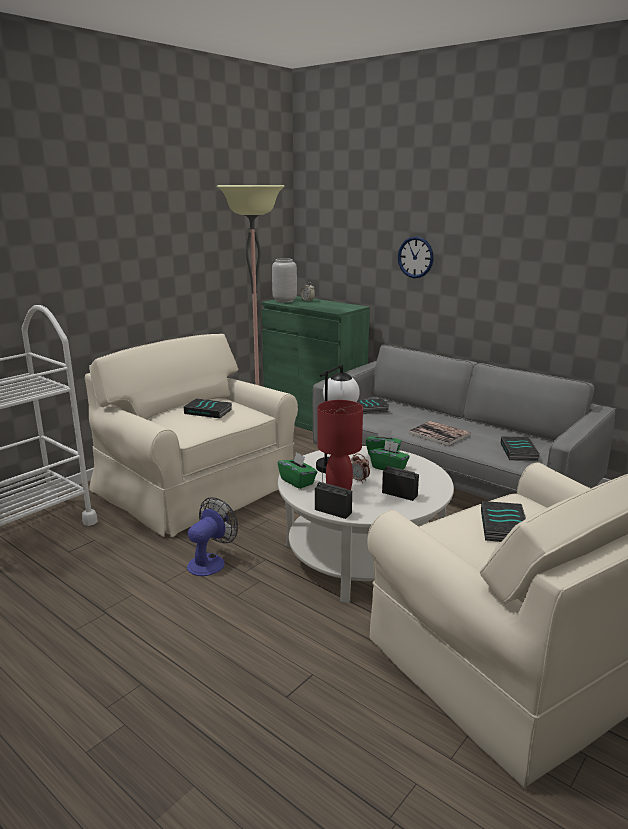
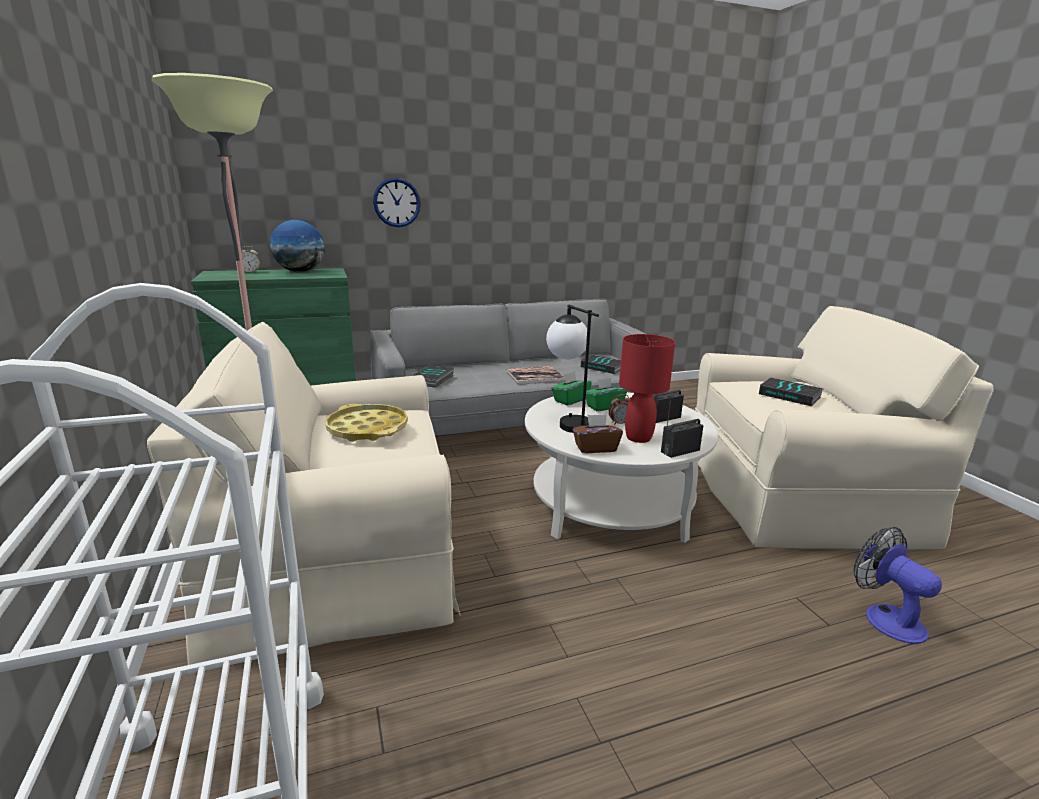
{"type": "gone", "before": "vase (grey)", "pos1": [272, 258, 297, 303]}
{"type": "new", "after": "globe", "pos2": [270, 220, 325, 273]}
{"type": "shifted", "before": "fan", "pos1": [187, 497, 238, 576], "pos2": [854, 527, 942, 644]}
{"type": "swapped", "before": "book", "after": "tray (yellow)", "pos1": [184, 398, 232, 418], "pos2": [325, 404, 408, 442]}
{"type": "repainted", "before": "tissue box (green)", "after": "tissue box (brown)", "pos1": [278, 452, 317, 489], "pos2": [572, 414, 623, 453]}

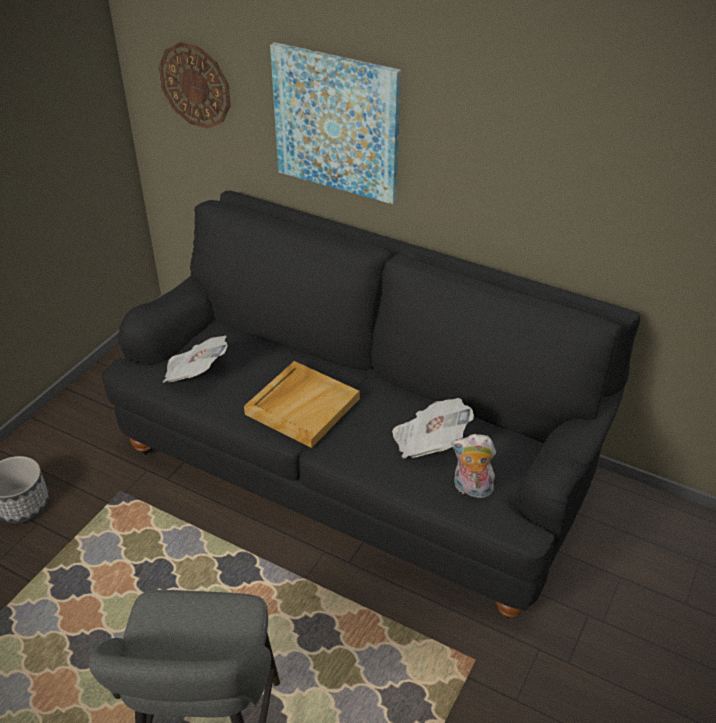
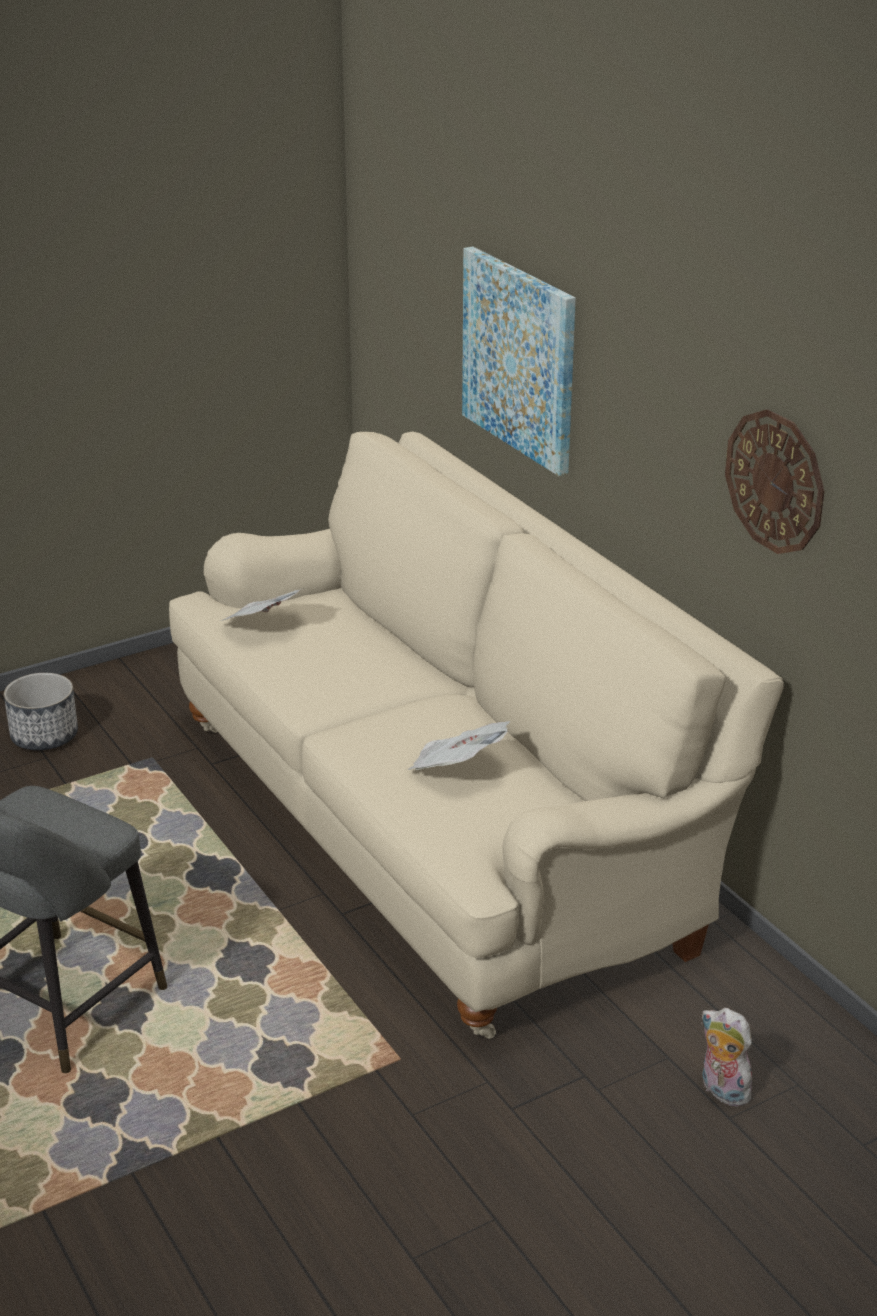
{"type": "gone", "before": "tray (beige)", "pos1": [244, 361, 360, 448]}
{"type": "shifted", "before": "wall clock", "pos1": [159, 42, 231, 129], "pos2": [725, 409, 824, 554]}
{"type": "shifted", "before": "plush toy", "pos1": [451, 434, 496, 498], "pos2": [701, 1008, 752, 1107]}
{"type": "repainted", "before": "sofa (black)", "after": "sofa (beige)", "pos1": [102, 190, 640, 618], "pos2": [169, 431, 784, 1039]}

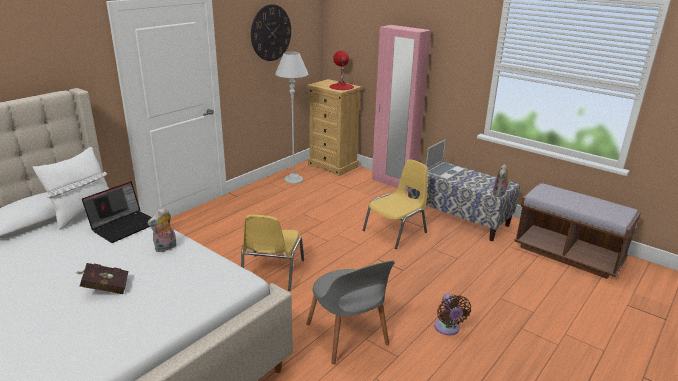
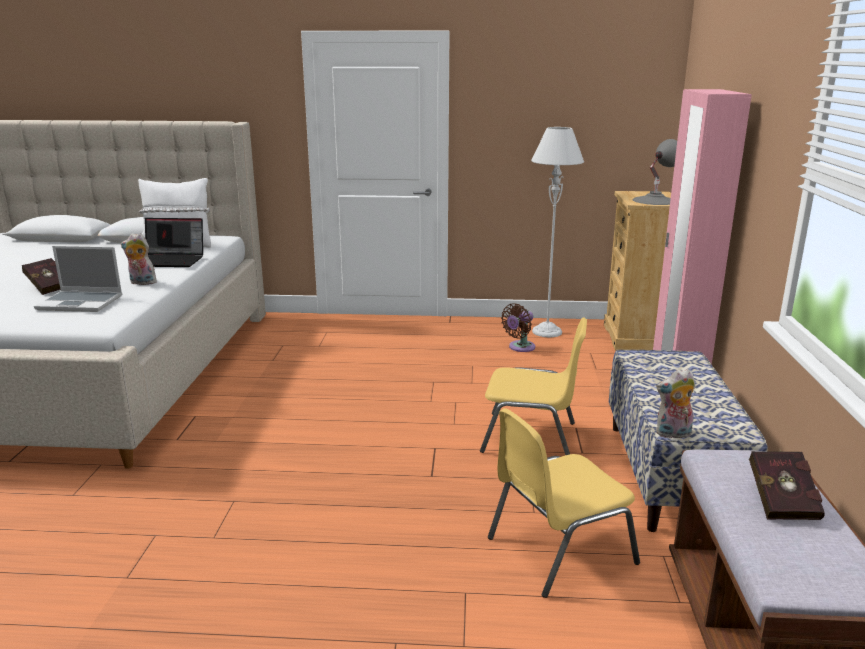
{"type": "gone", "before": "wall clock", "pos1": [251, 4, 291, 61]}
{"type": "gone", "before": "chair (grey)", "pos1": [307, 261, 395, 364]}
{"type": "new", "after": "book (red)", "pos2": [749, 450, 825, 520]}
{"type": "shifted", "before": "chair (yellow)", "pos1": [241, 215, 304, 291], "pos2": [488, 408, 640, 598]}
{"type": "shifted", "before": "laptop", "pos1": [426, 139, 465, 181], "pos2": [34, 246, 122, 312]}
{"type": "shifted", "before": "fan (brown)", "pos1": [434, 294, 471, 335], "pos2": [501, 303, 535, 352]}
{"type": "repainted", "before": "table lamp (red)", "after": "table lamp (grey)", "pos1": [329, 50, 354, 90], "pos2": [632, 139, 677, 205]}

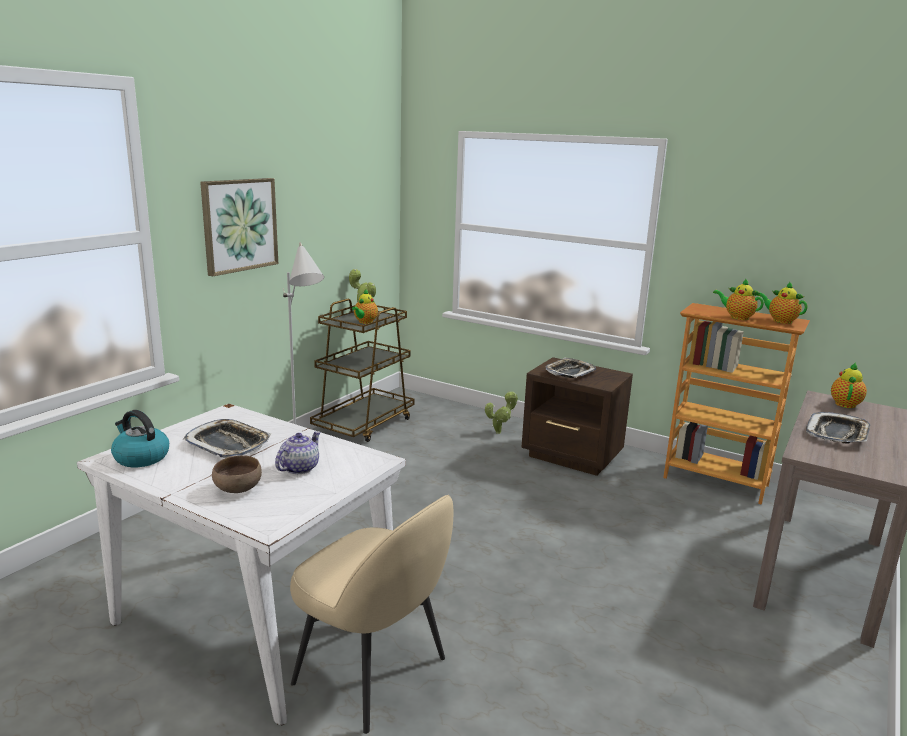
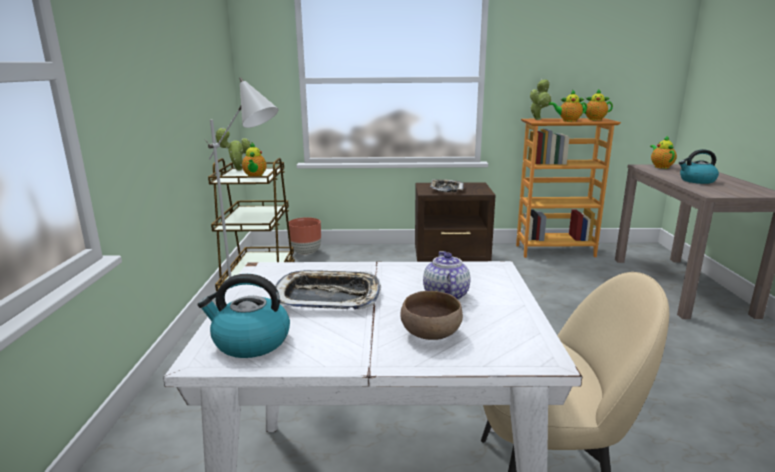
{"type": "gone", "before": "picture", "pos1": [200, 178, 278, 276]}
{"type": "new", "after": "planter (brown)", "pos2": [289, 217, 321, 255]}
{"type": "shifted", "before": "potted plant", "pos1": [485, 391, 518, 434], "pos2": [530, 79, 551, 120]}
{"type": "swapped", "before": "tray", "after": "kettle", "pos1": [806, 412, 870, 444], "pos2": [679, 149, 719, 184]}

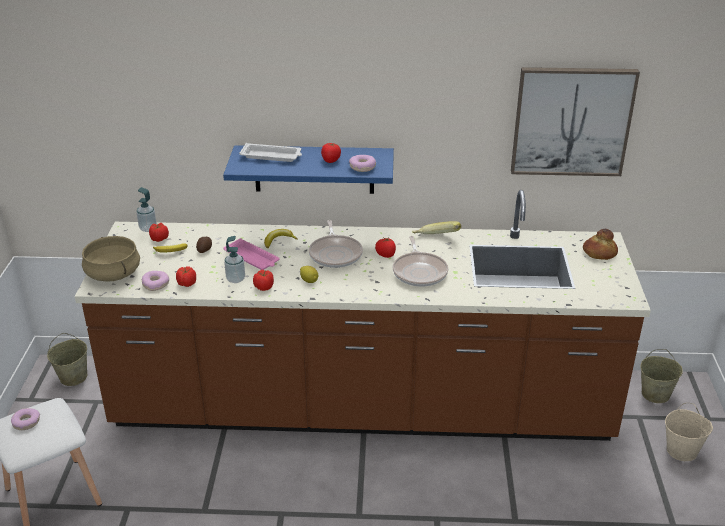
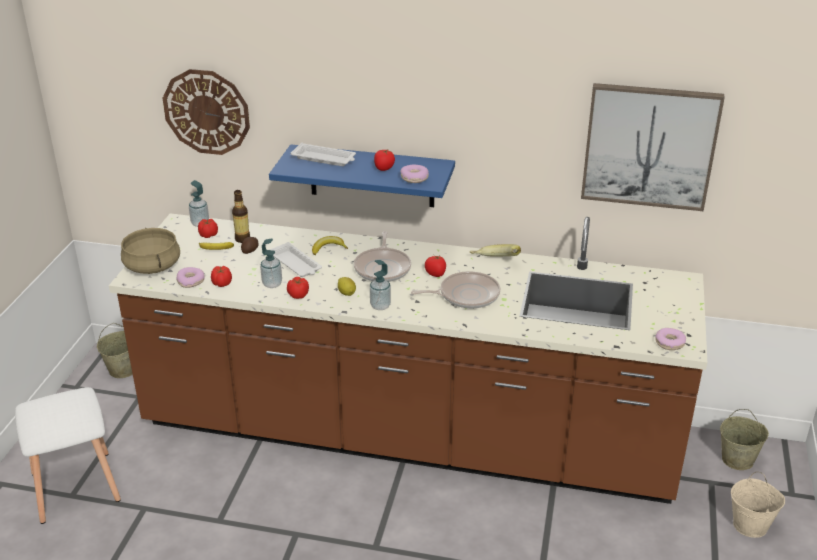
{"type": "gone", "before": "bread", "pos1": [583, 229, 618, 260]}
{"type": "new", "after": "wall clock", "pos2": [162, 69, 250, 155]}
{"type": "new", "after": "bottle", "pos2": [232, 190, 250, 243]}
{"type": "new", "after": "soap dispenser", "pos2": [370, 260, 391, 310]}
{"type": "shifted", "before": "donut", "pos1": [11, 408, 40, 430], "pos2": [655, 328, 686, 350]}
{"type": "repainted", "before": "tray (pink)", "after": "tray (white)", "pos1": [223, 238, 280, 270], "pos2": [270, 242, 322, 277]}
{"type": "rotated", "before": "frying pan", "pos1": [393, 236, 448, 287], "pos2": [411, 271, 500, 308], "turn": -105}

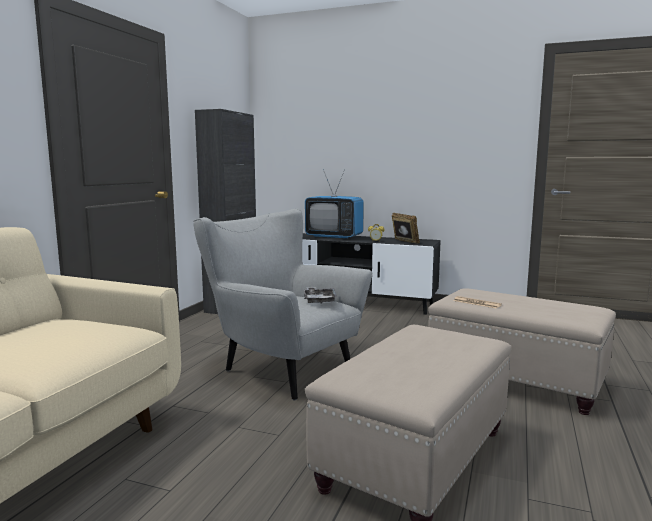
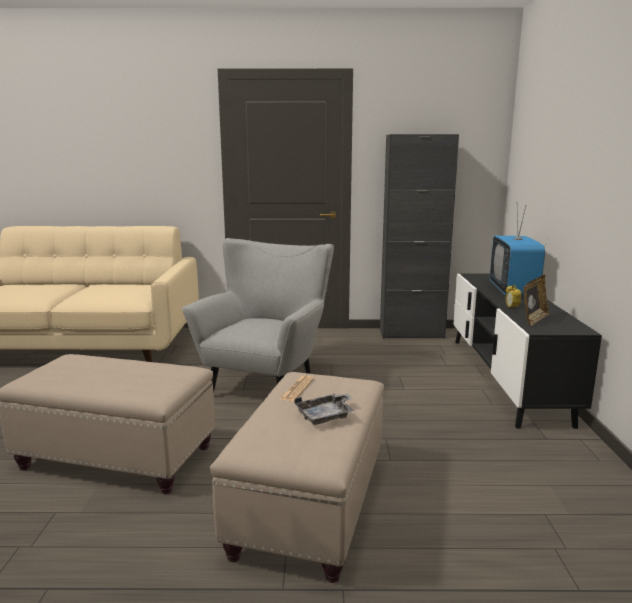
{"type": "shifted", "before": "tray (grey)", "pos1": [304, 287, 337, 304], "pos2": [295, 393, 354, 425]}

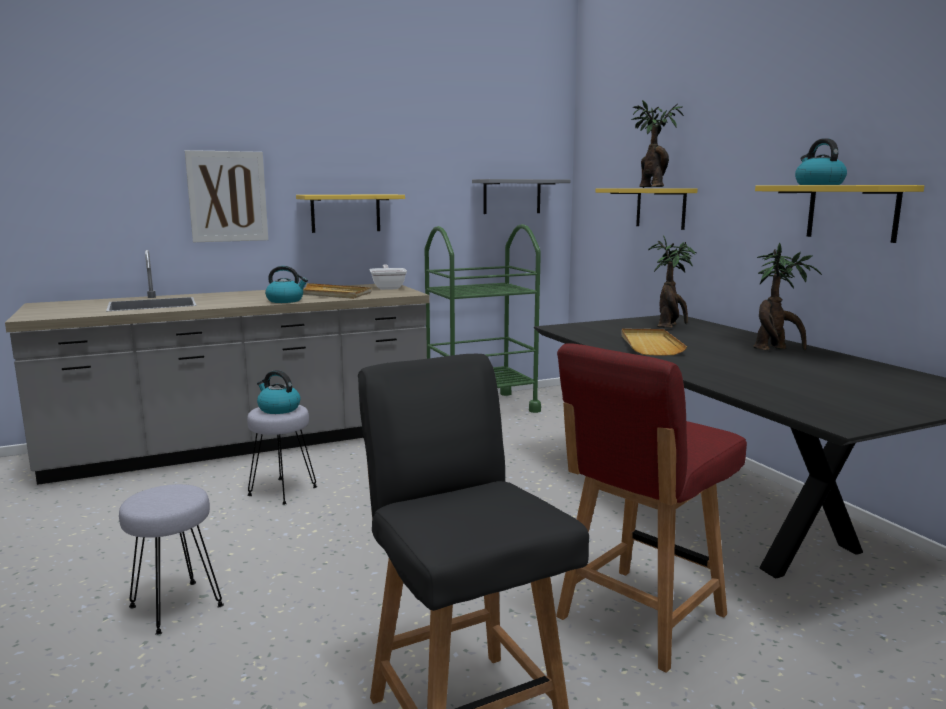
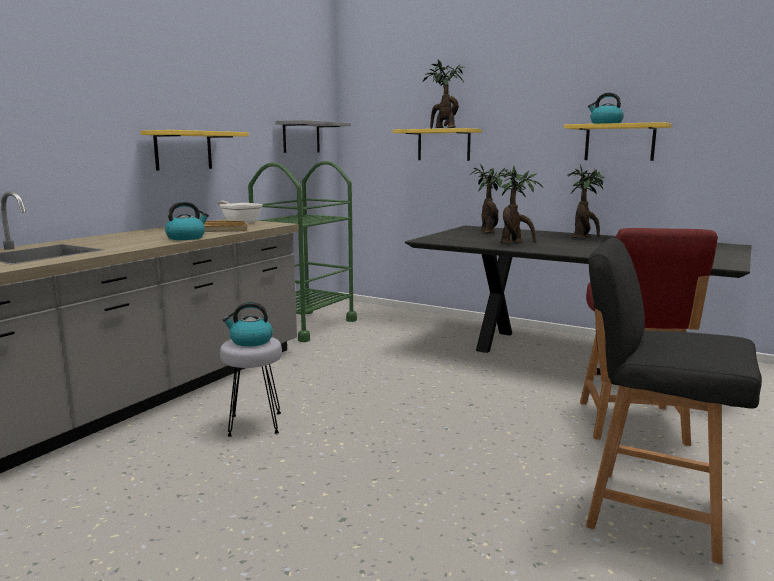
{"type": "gone", "before": "stool (grey)", "pos1": [119, 484, 224, 635]}
{"type": "gone", "before": "picture", "pos1": [185, 150, 268, 242]}
{"type": "swapped", "before": "tray (beige)", "after": "potted plant", "pos1": [621, 329, 687, 356], "pos2": [499, 166, 543, 244]}

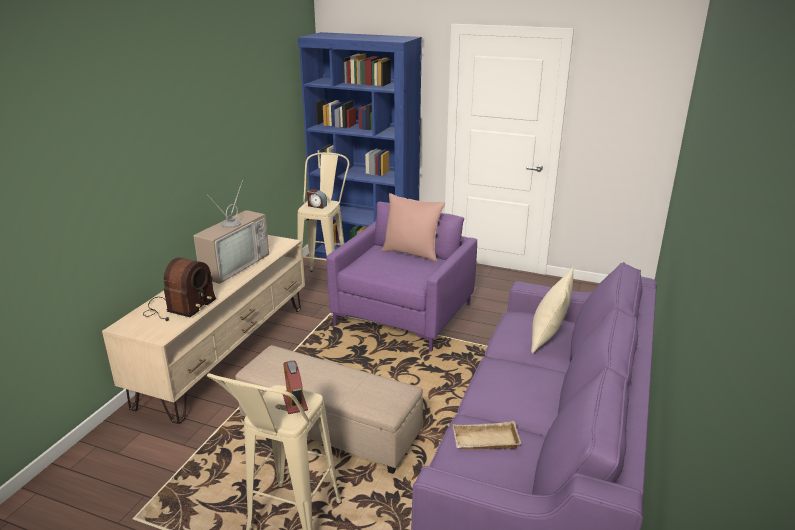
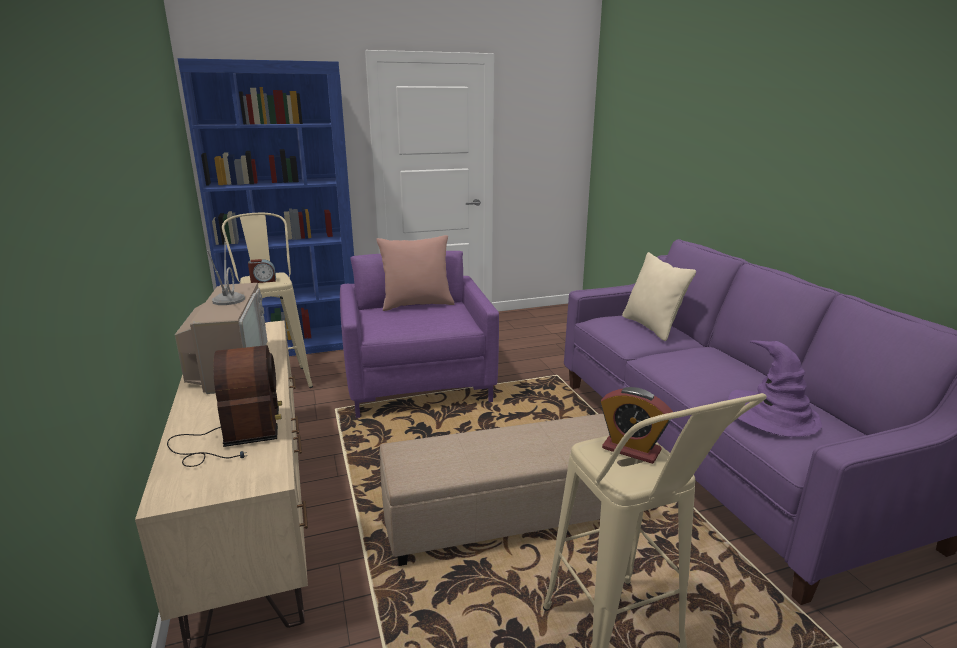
{"type": "swapped", "before": "tray (beige)", "after": "hat (purple)", "pos1": [452, 421, 521, 450], "pos2": [728, 341, 822, 437]}

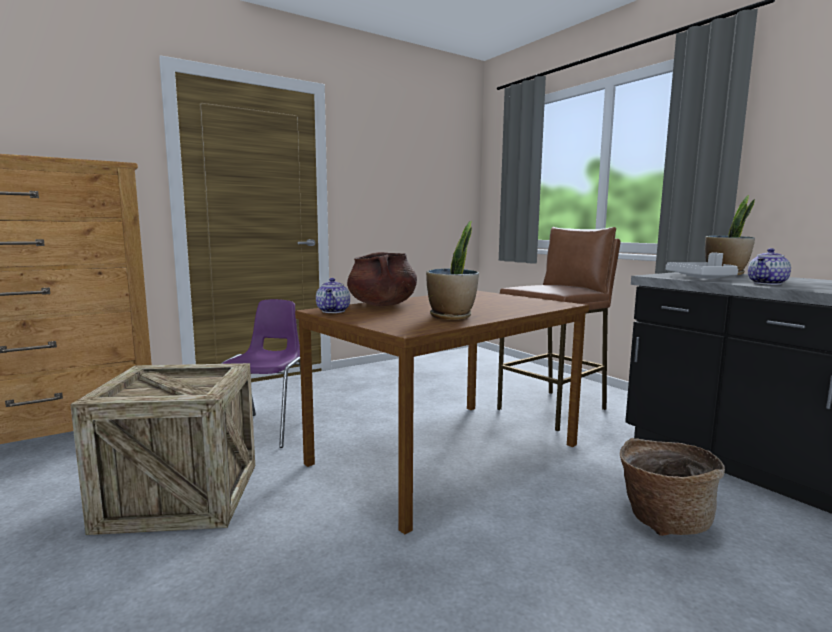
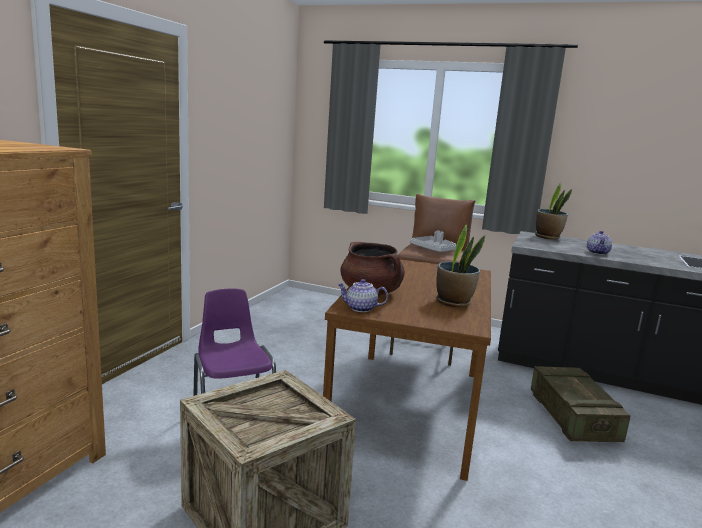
{"type": "shifted", "before": "tray (grey)", "pos1": [666, 253, 738, 279], "pos2": [411, 230, 456, 252]}
{"type": "swapped", "before": "basket", "after": "crate", "pos1": [620, 438, 725, 536], "pos2": [531, 366, 631, 442]}
{"type": "rotated", "before": "teapot", "pos1": [316, 278, 350, 313], "pos2": [337, 279, 388, 312], "turn": 135}

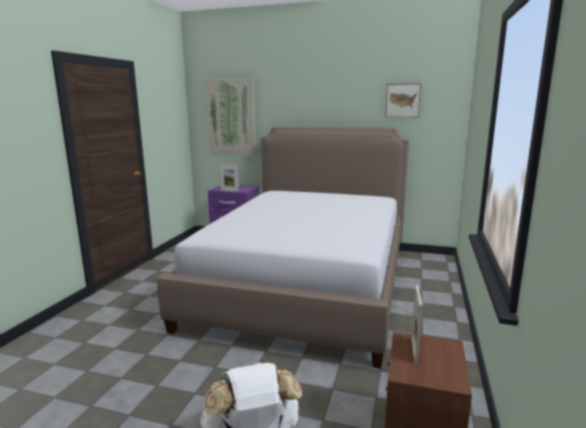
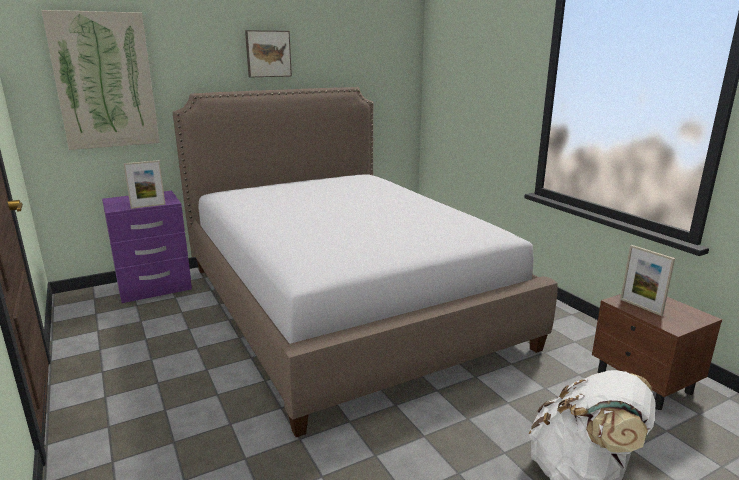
{"type": "shifted", "before": "picture", "pos1": [386, 83, 421, 117], "pos2": [245, 30, 292, 77]}

